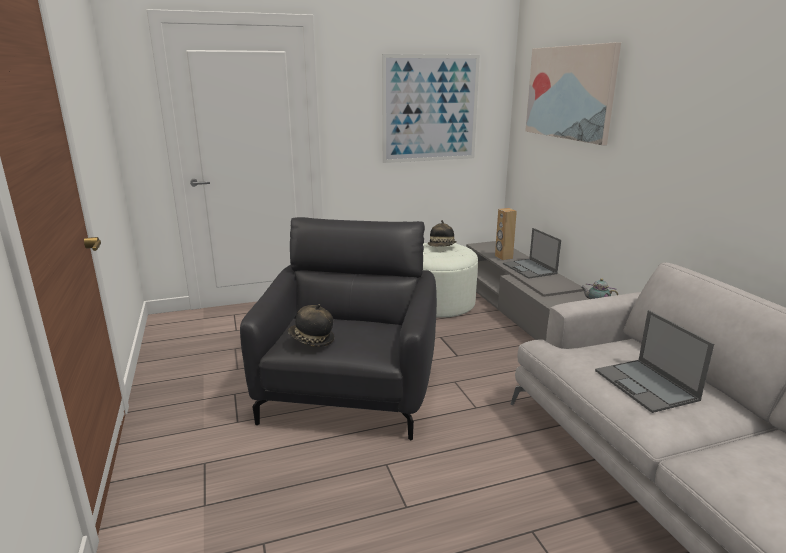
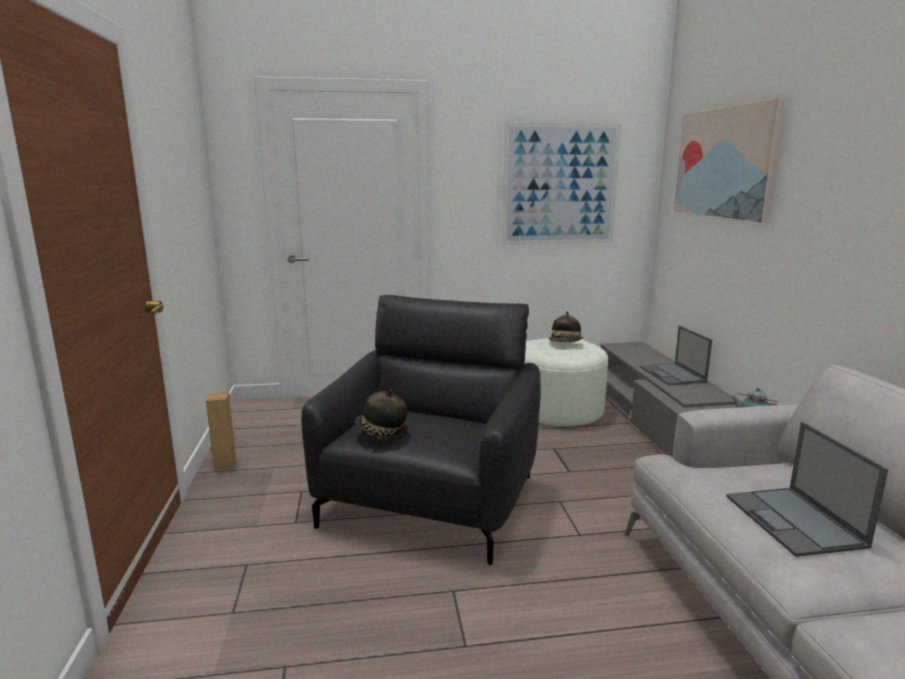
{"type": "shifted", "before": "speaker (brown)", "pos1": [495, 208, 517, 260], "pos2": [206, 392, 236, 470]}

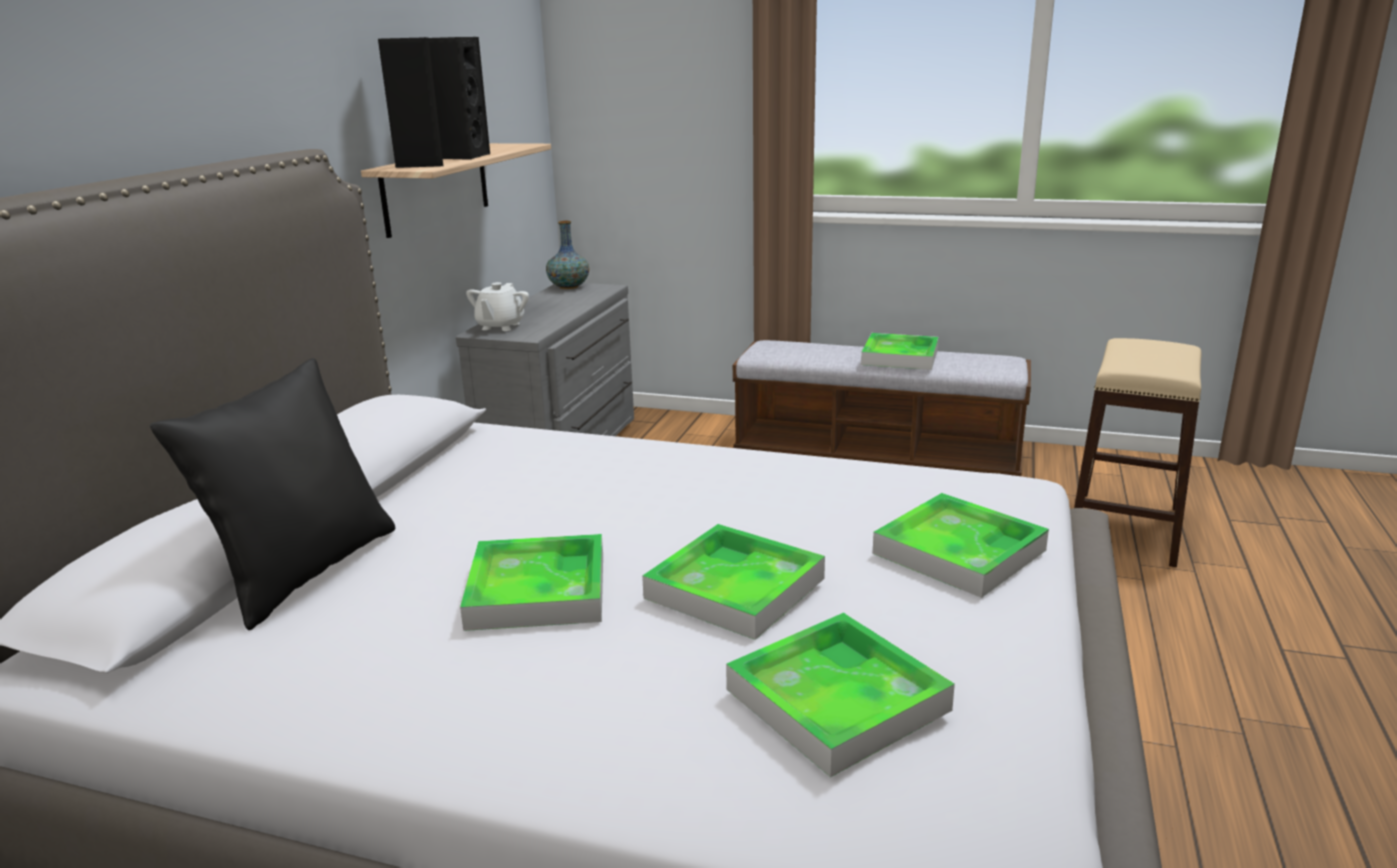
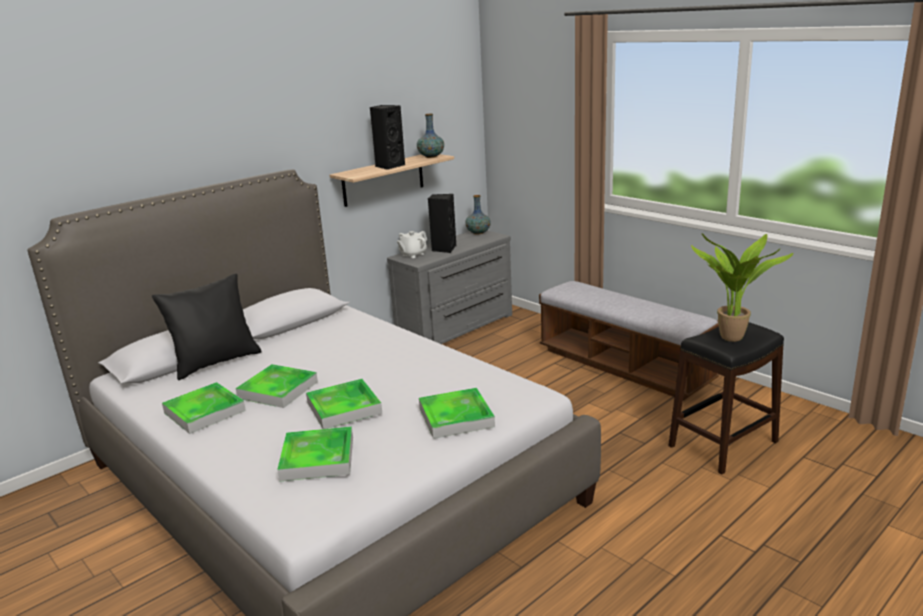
{"type": "new", "after": "vase", "pos2": [417, 114, 444, 158]}
{"type": "new", "after": "potted plant", "pos2": [691, 233, 794, 342]}
{"type": "shifted", "before": "speaker (black)", "pos1": [378, 37, 443, 168], "pos2": [428, 194, 456, 253]}
{"type": "shifted", "before": "tray", "pos1": [861, 333, 939, 370], "pos2": [162, 382, 246, 434]}
{"type": "repainted", "before": "stool (beige)", "after": "stool (black)", "pos1": [1074, 338, 1201, 567], "pos2": [668, 322, 784, 474]}

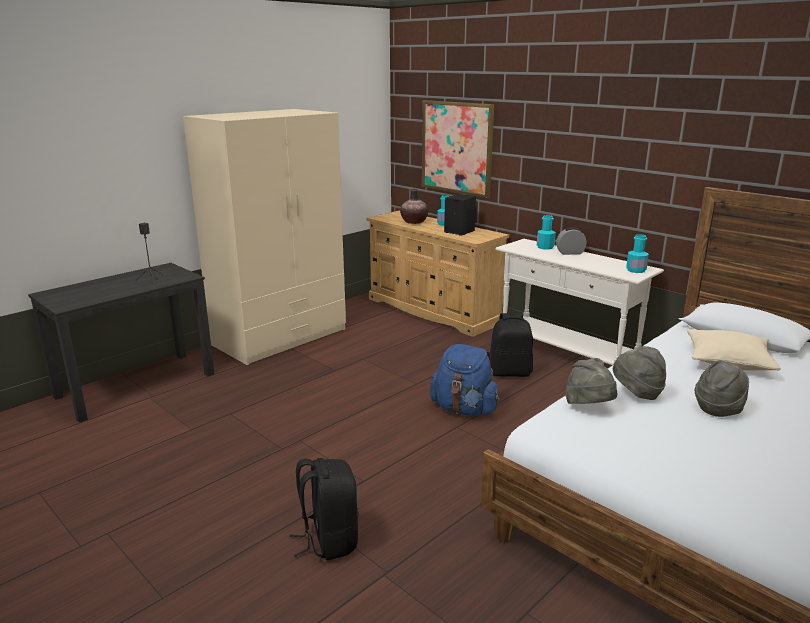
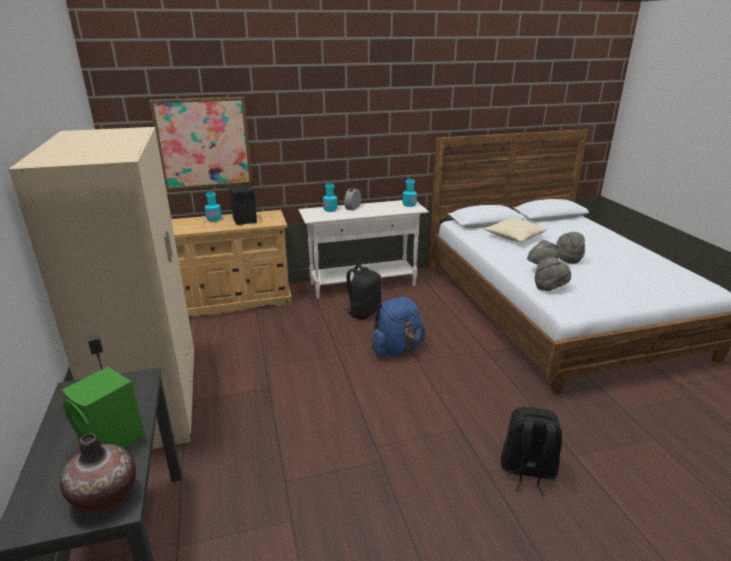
{"type": "new", "after": "speaker (green)", "pos2": [62, 367, 145, 448]}
{"type": "shifted", "before": "vase", "pos1": [400, 189, 428, 224], "pos2": [60, 433, 136, 512]}

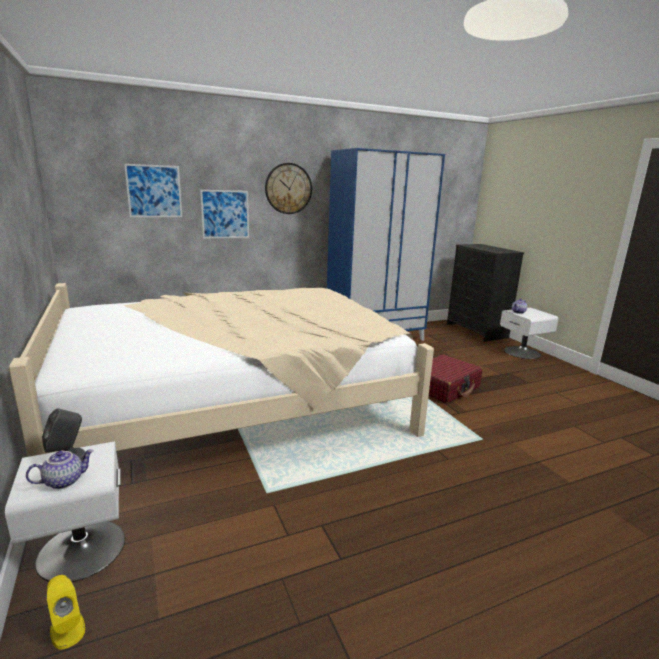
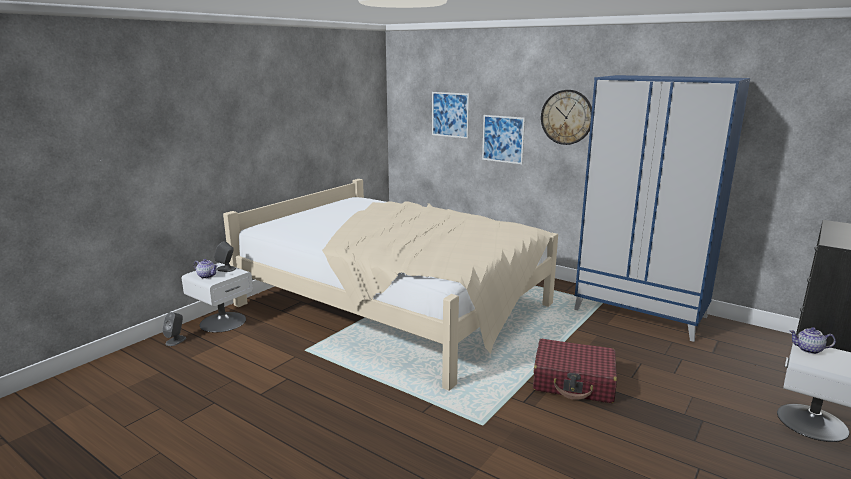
{"type": "repainted", "before": "speaker (yellow)", "after": "speaker (grey)", "pos1": [46, 575, 85, 650], "pos2": [162, 312, 186, 346]}

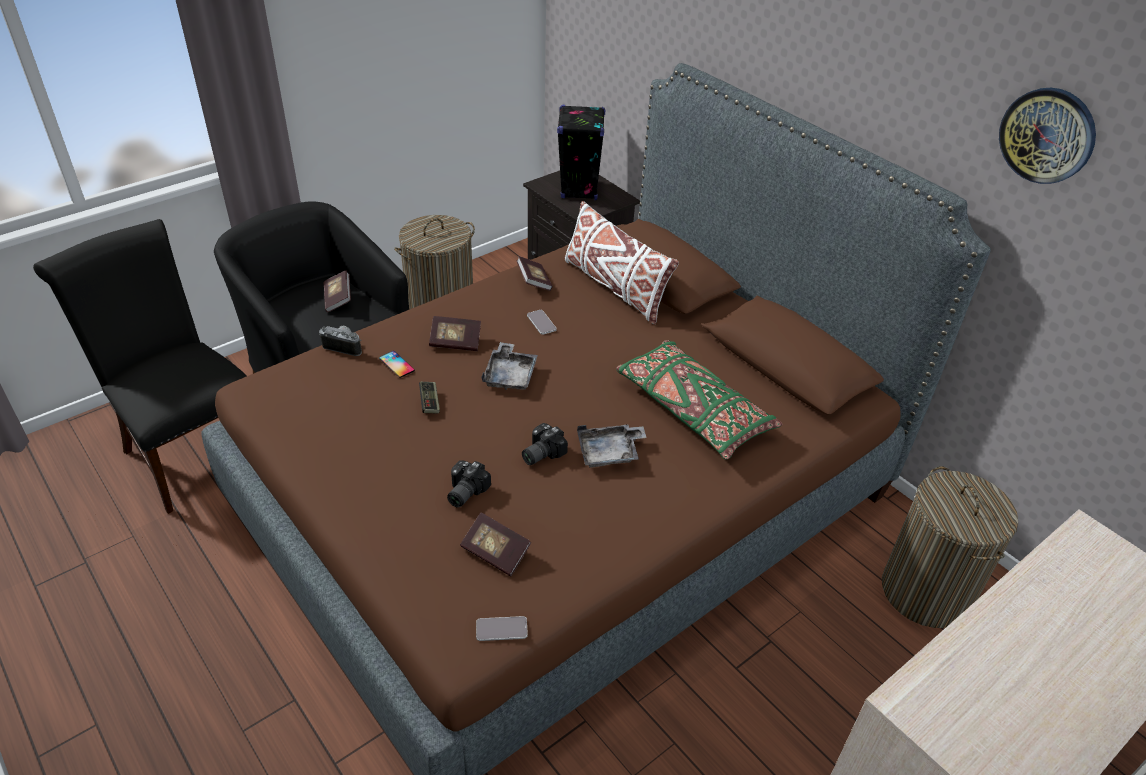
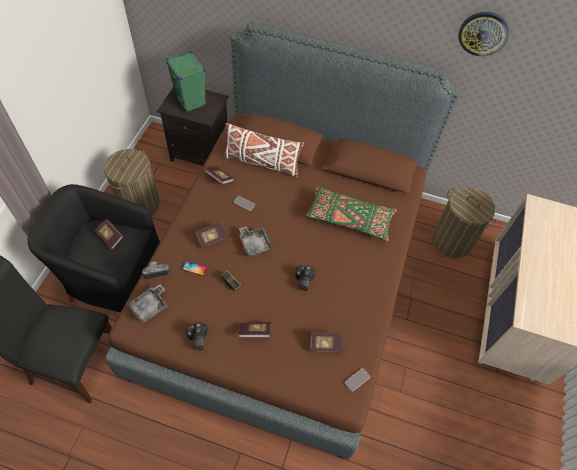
{"type": "new", "after": "book", "pos2": [238, 322, 271, 338]}
{"type": "shifted", "before": "photo camera", "pos1": [447, 460, 491, 508], "pos2": [186, 322, 208, 350]}
{"type": "shifted", "before": "tray (grey)", "pos1": [577, 424, 647, 468], "pos2": [127, 284, 168, 324]}
{"type": "repainted", "before": "speaker (black)", "after": "speaker (green)", "pos1": [557, 105, 605, 200], "pos2": [166, 51, 206, 113]}

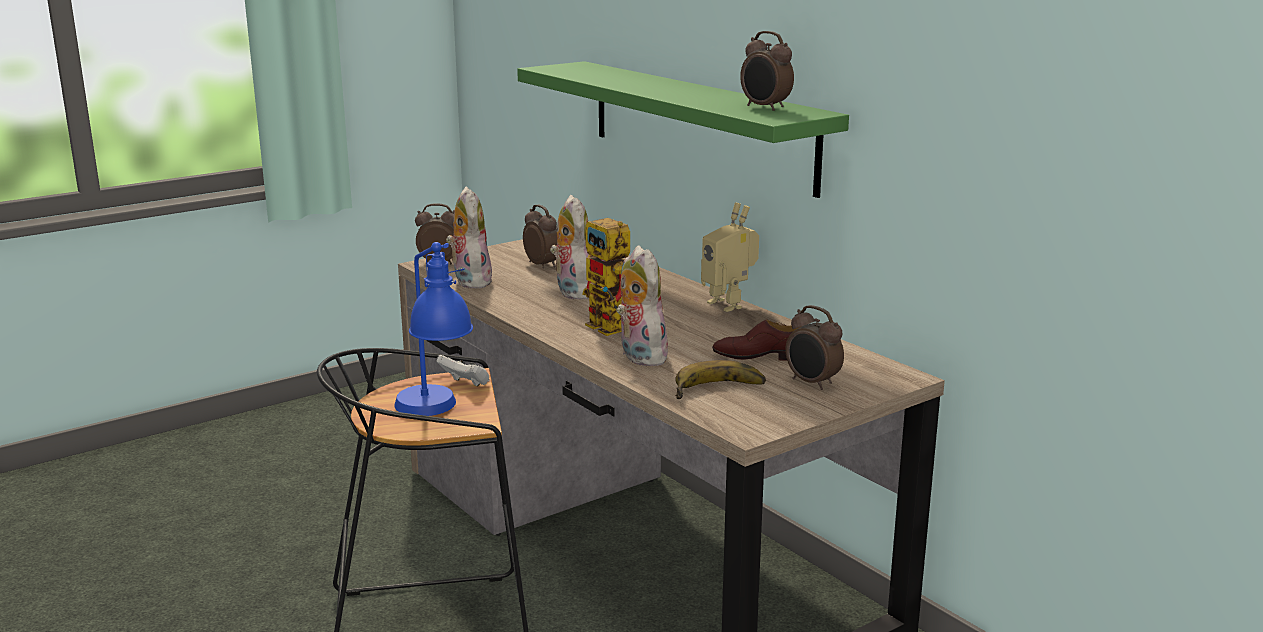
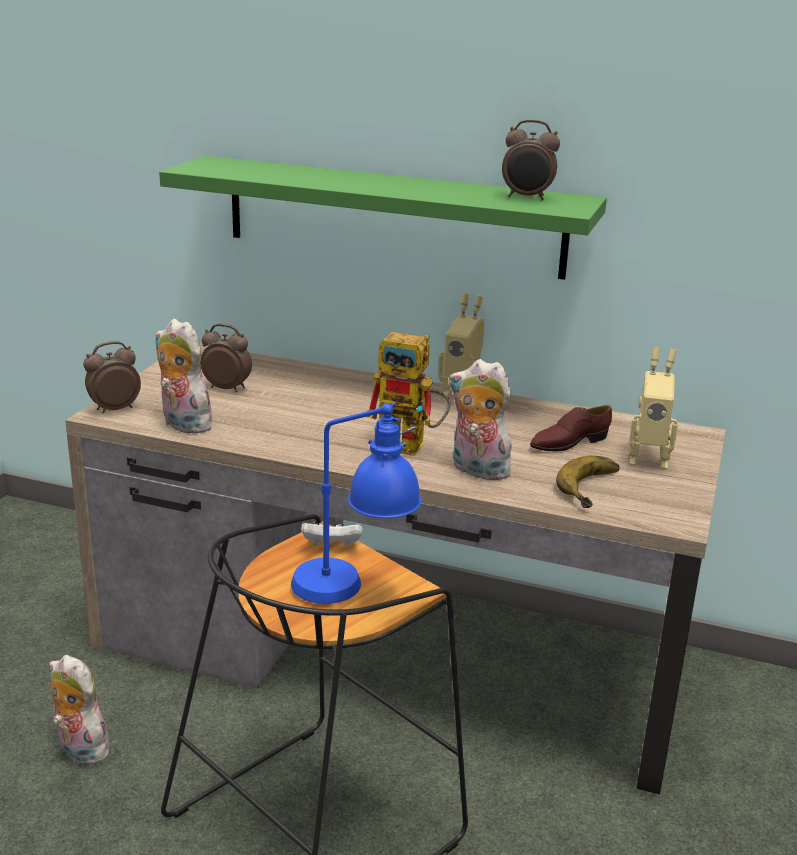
{"type": "shifted", "before": "plush toy", "pos1": [550, 195, 589, 300], "pos2": [49, 655, 109, 765]}
{"type": "swapped", "before": "alarm clock", "after": "toy robot", "pos1": [785, 305, 844, 390], "pos2": [629, 347, 678, 470]}

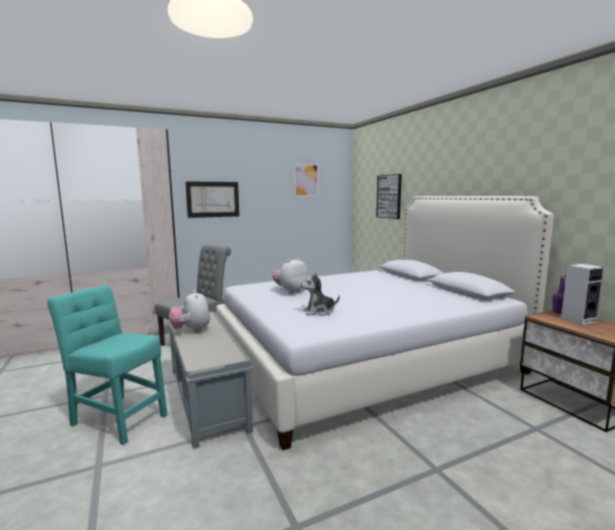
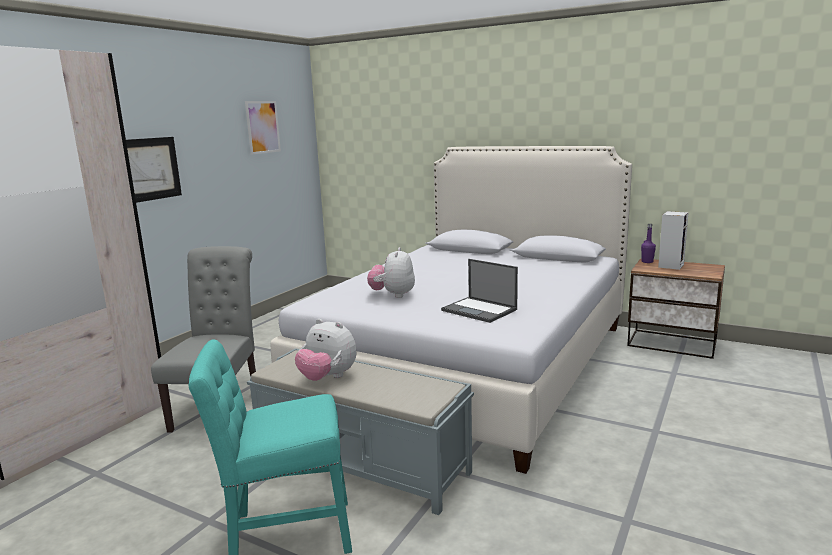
{"type": "gone", "before": "picture", "pos1": [376, 174, 402, 219]}
{"type": "swapped", "before": "plush toy", "after": "laptop", "pos1": [301, 273, 340, 316], "pos2": [441, 259, 518, 323]}

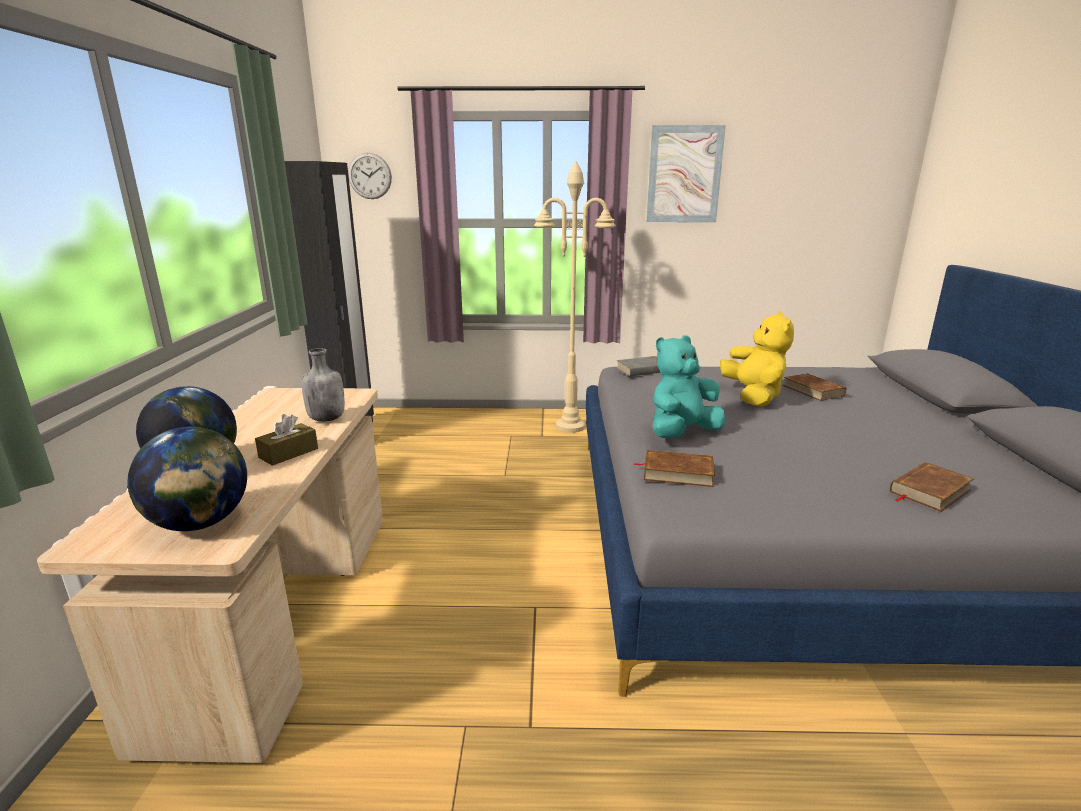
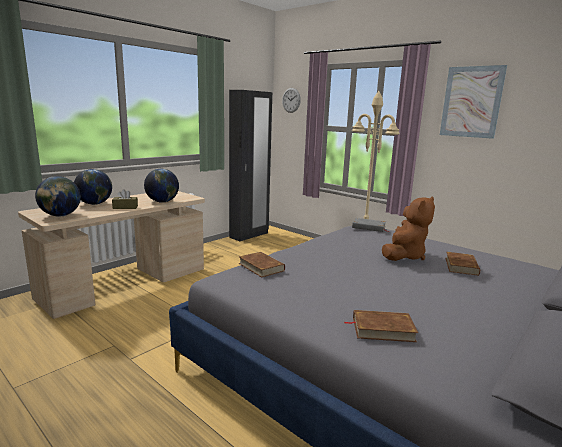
{"type": "gone", "before": "plush toy (turquoise)", "pos1": [653, 335, 725, 438]}
{"type": "swapped", "before": "bottle (grey)", "after": "globe", "pos1": [302, 348, 345, 422], "pos2": [144, 169, 179, 203]}
{"type": "repainted", "before": "plush toy (yellow)", "after": "plush toy (brown)", "pos1": [720, 311, 794, 407], "pos2": [382, 196, 435, 261]}

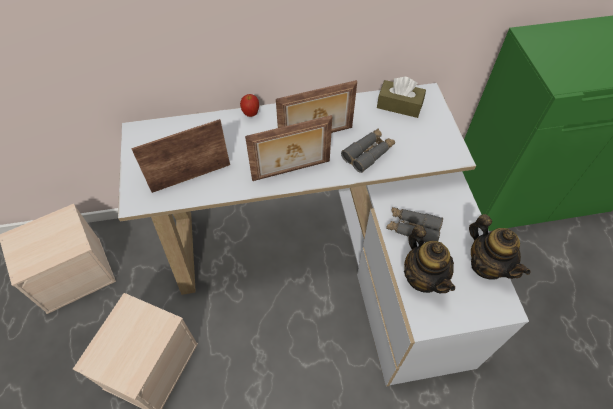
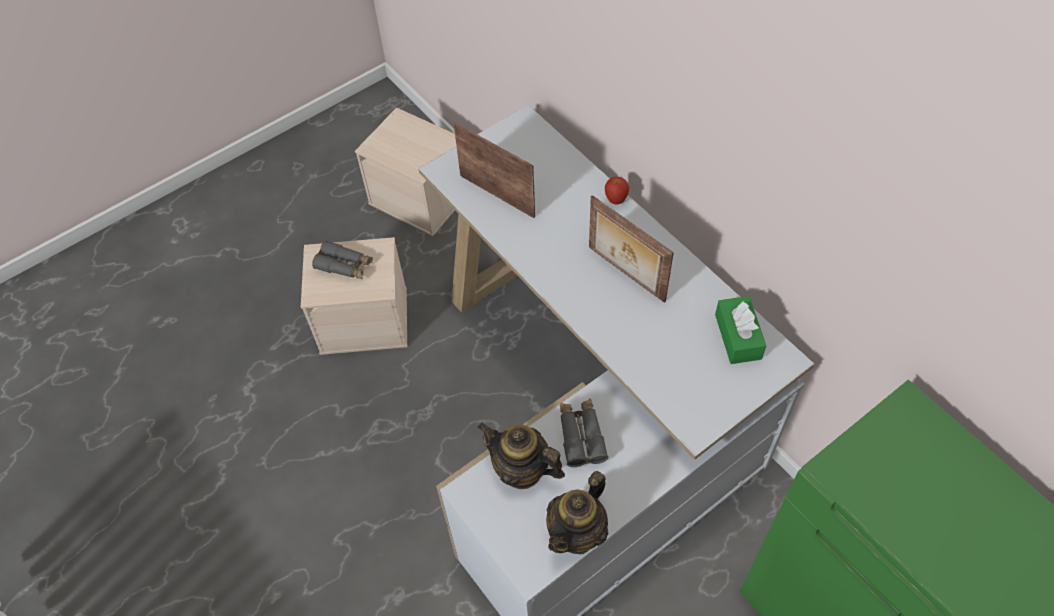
{"type": "gone", "before": "picture frame", "pos1": [245, 115, 332, 181]}
{"type": "shifted", "before": "binoculars (grey)", "pos1": [341, 128, 395, 173], "pos2": [312, 240, 373, 279]}
{"type": "repainted", "before": "tissue box (brown)", "after": "tissue box (green)", "pos1": [377, 77, 426, 118], "pos2": [715, 296, 766, 364]}
{"type": "rotated", "before": "teapot", "pos1": [404, 225, 455, 294], "pos2": [477, 423, 565, 489], "turn": 75}

